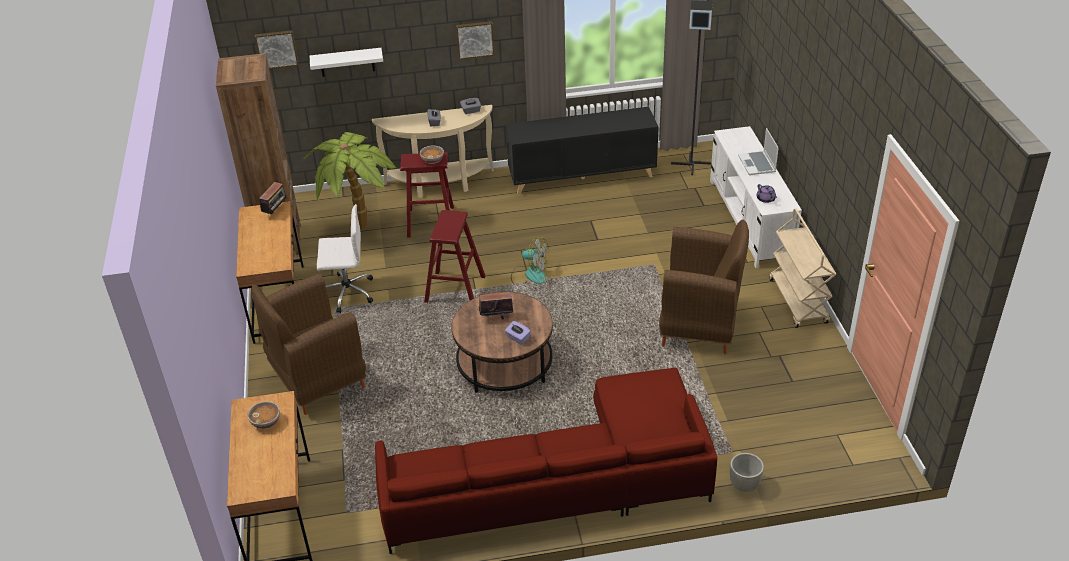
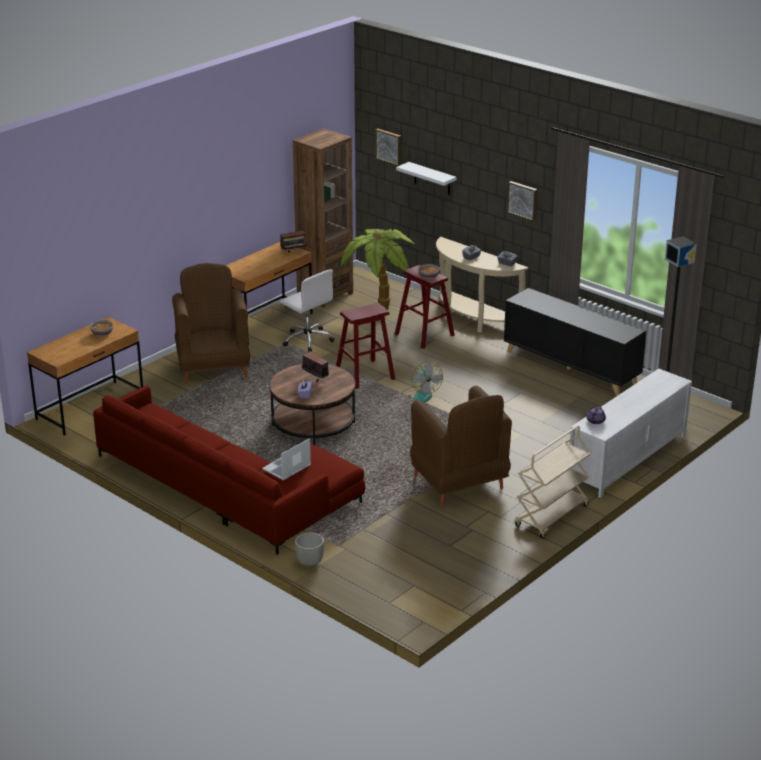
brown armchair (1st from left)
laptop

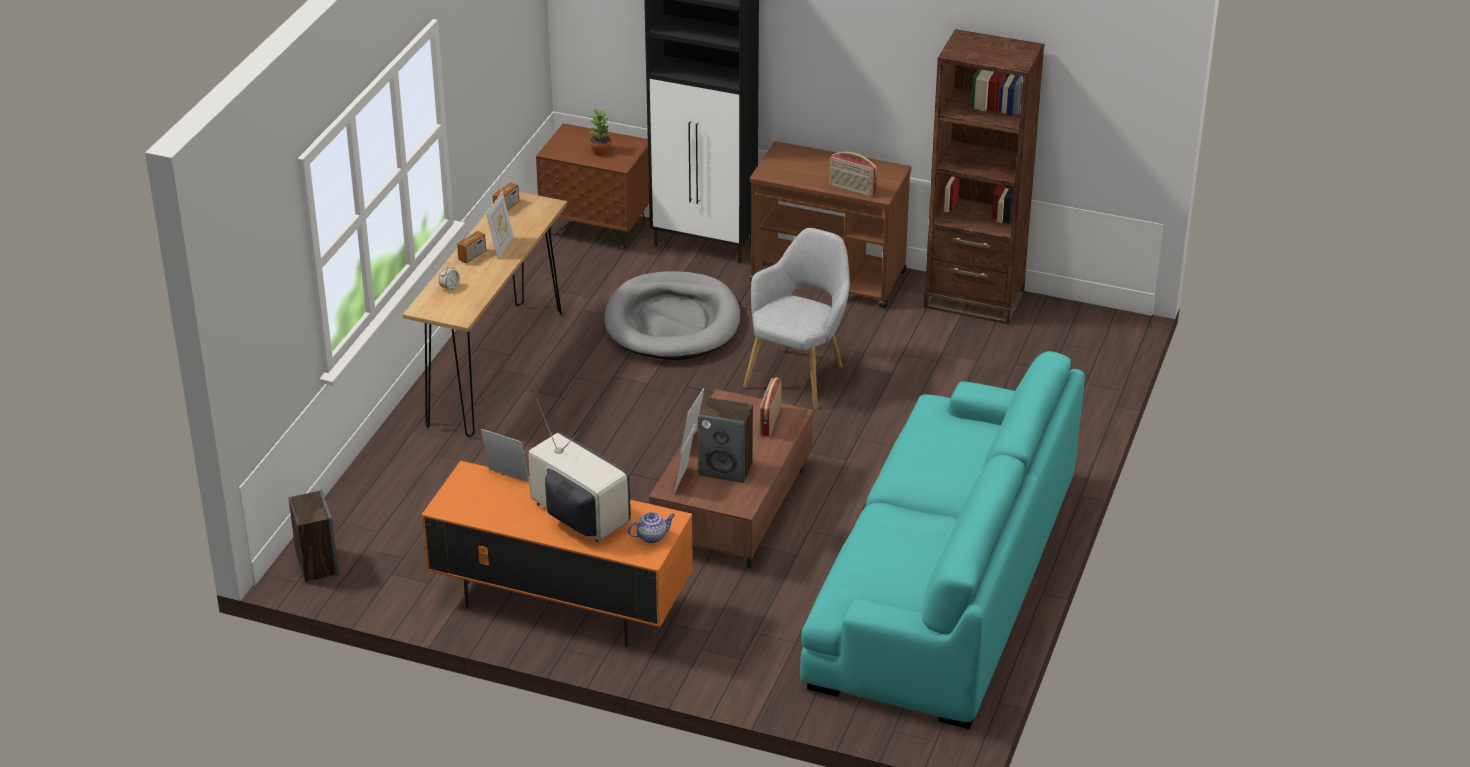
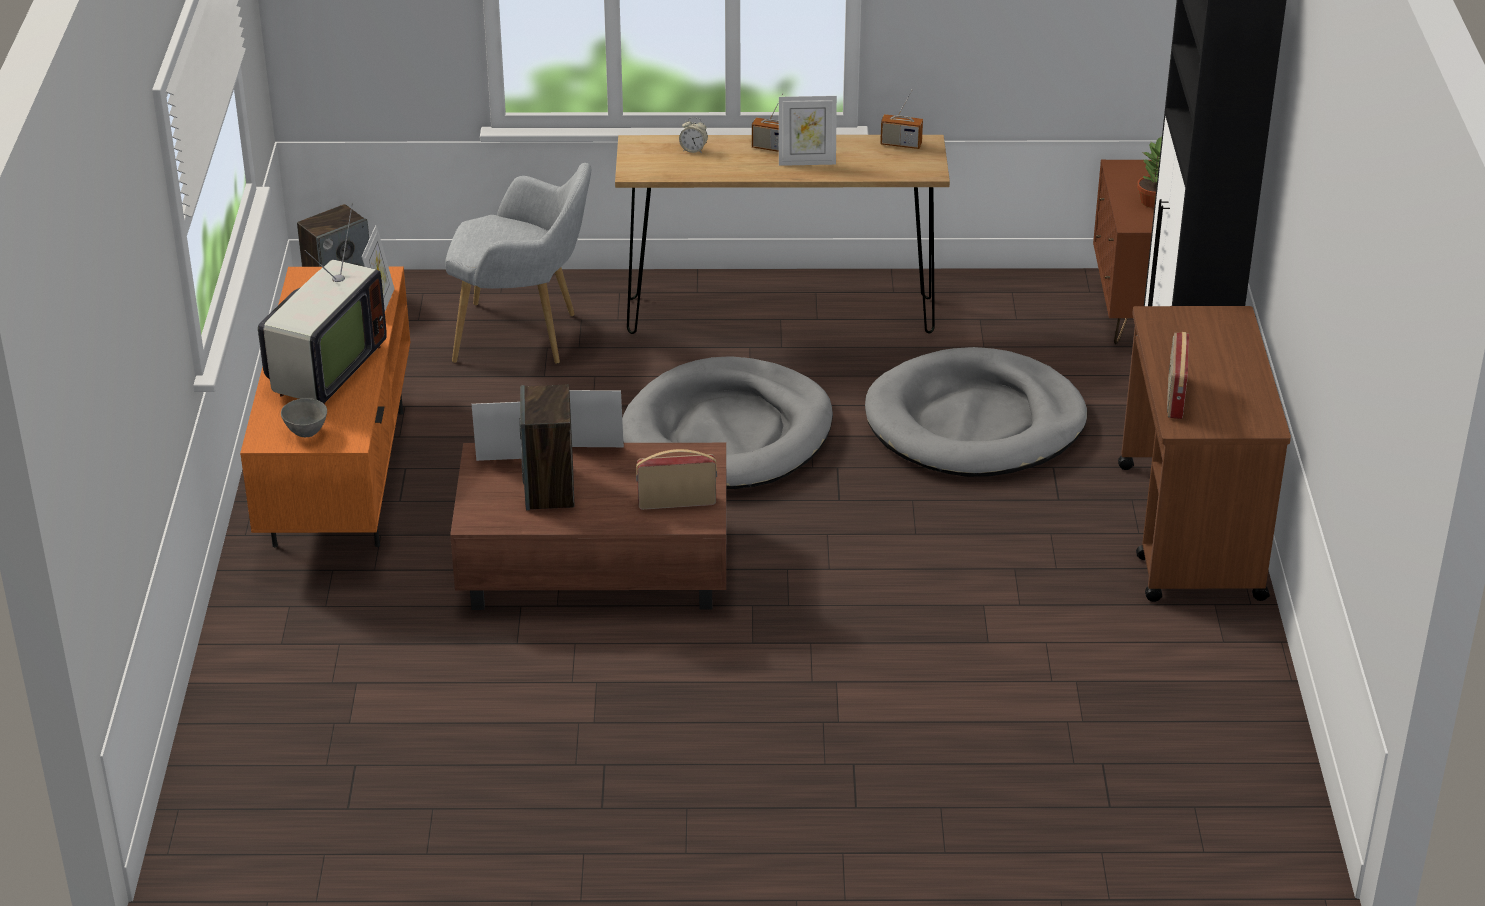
grey bowl
grey armchair
grey dog bed (1st from left)
turquoise sofa
brown bookcase

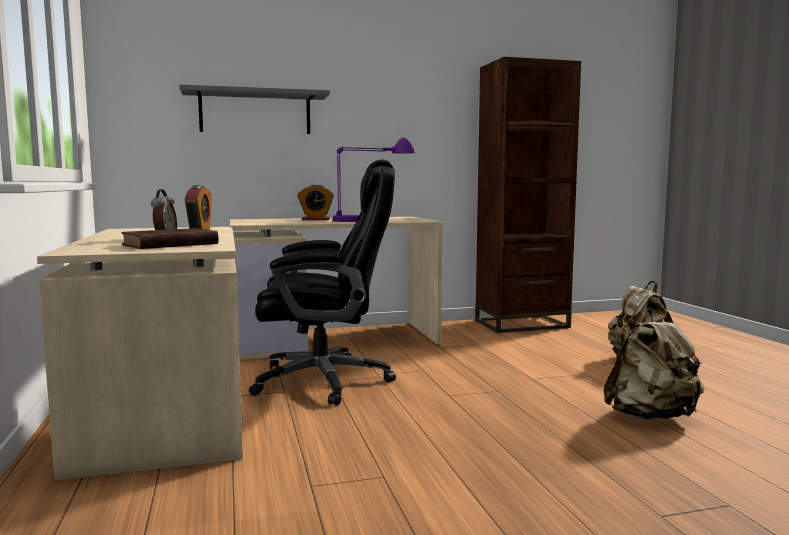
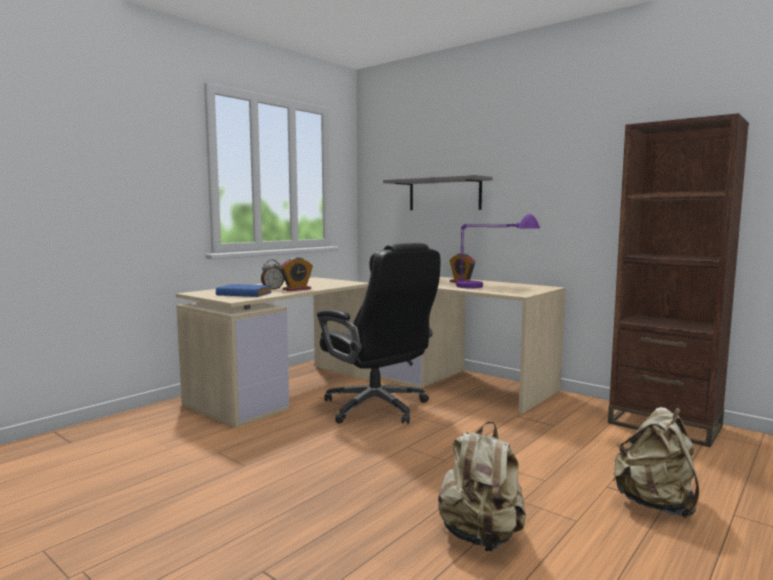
blue book

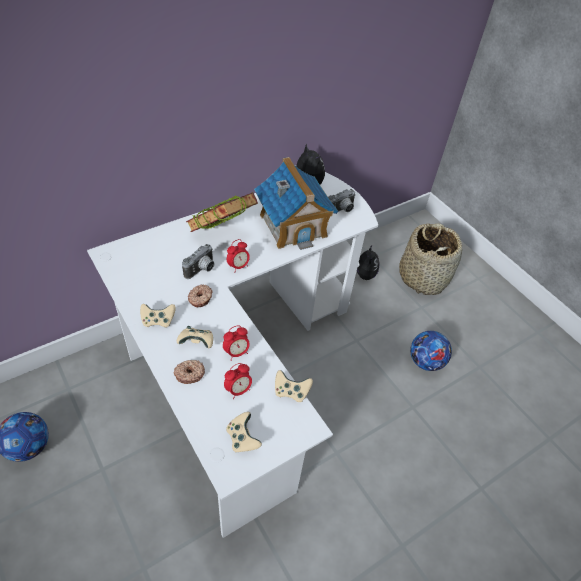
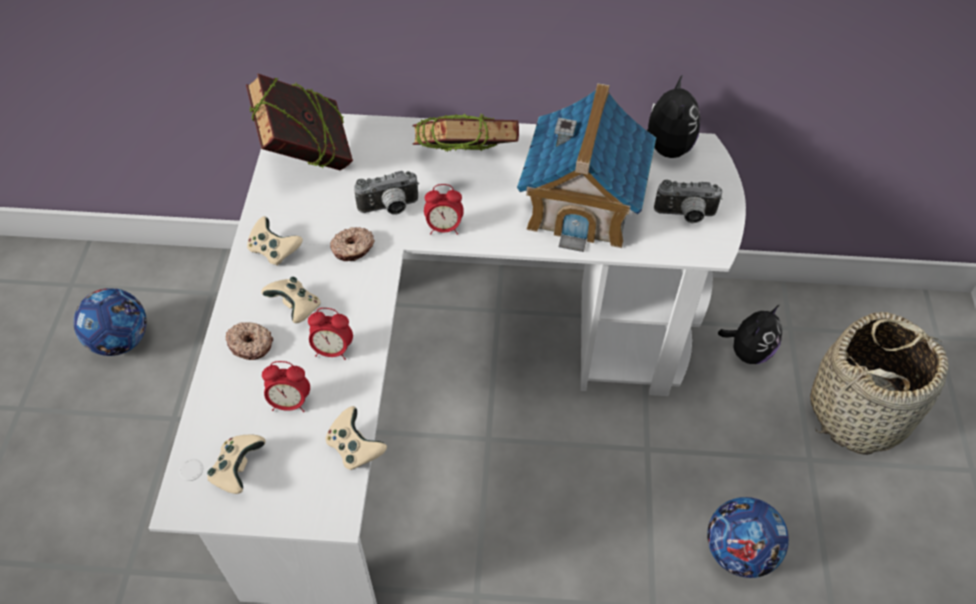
book (1st from left)

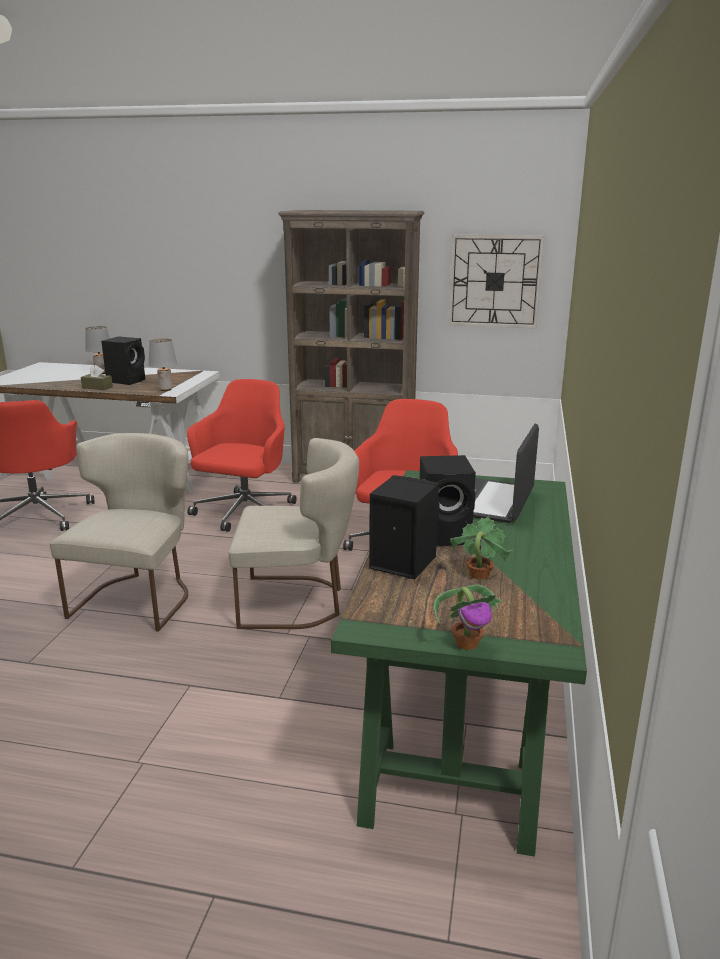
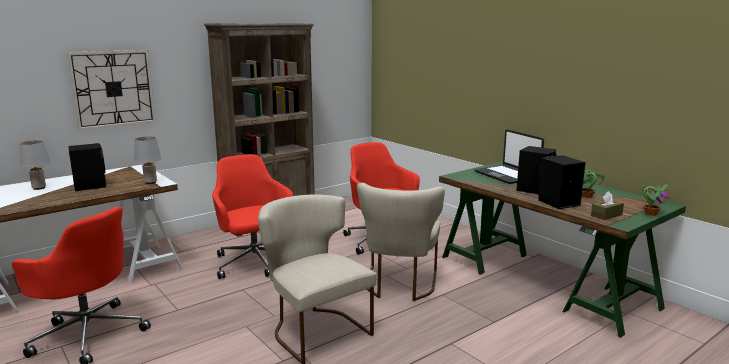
wall clock
beige chair (2nd from left)
brown tissue box

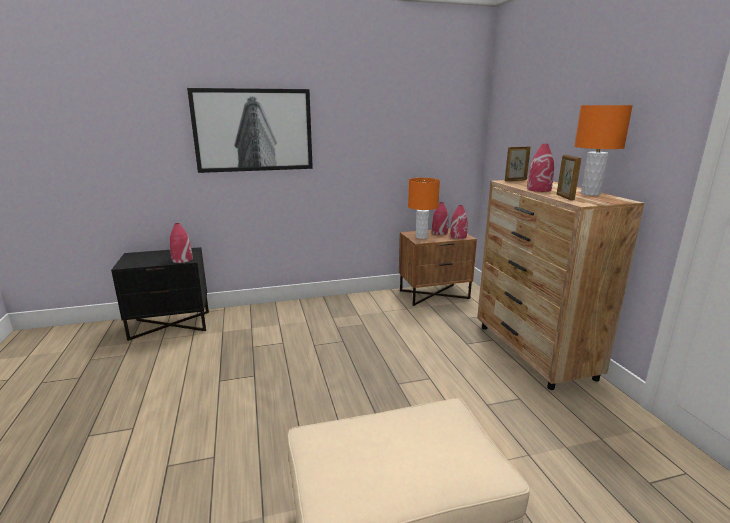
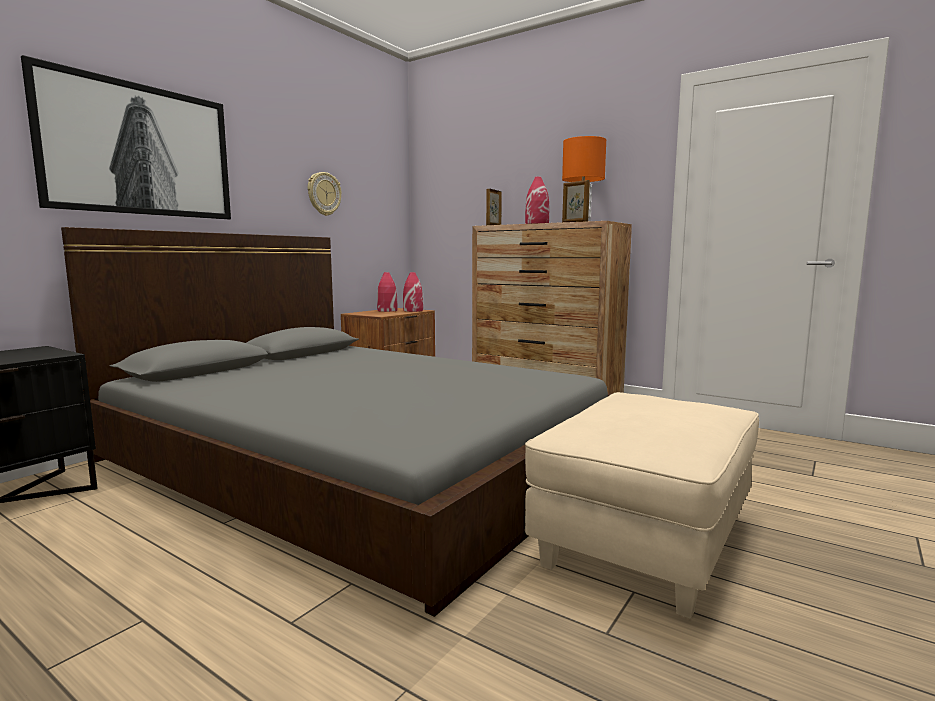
grey bed
wall clock
red vase (1st from left in the first image)
orange table lamp (1st from left in the first image)

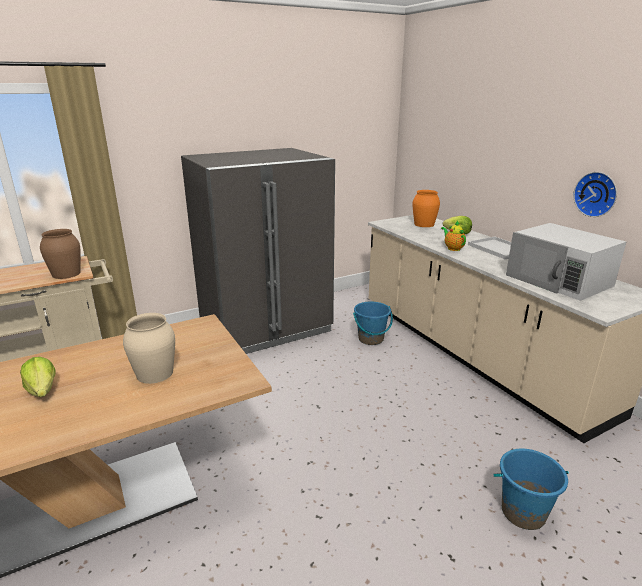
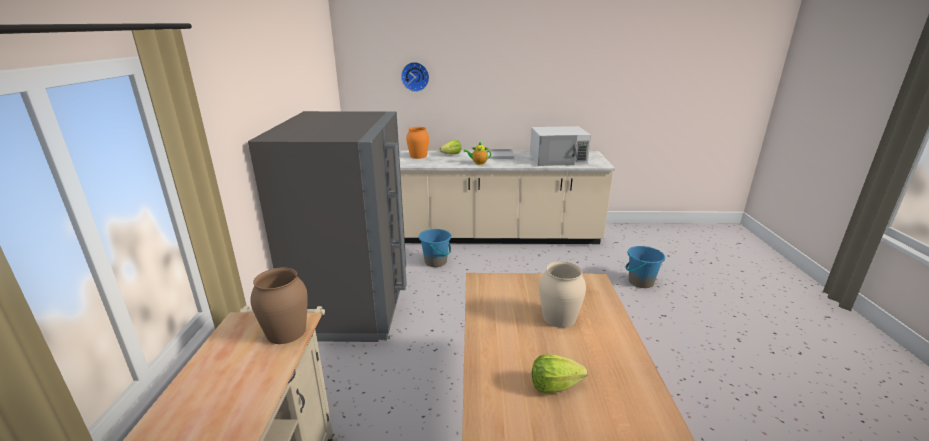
wall clock

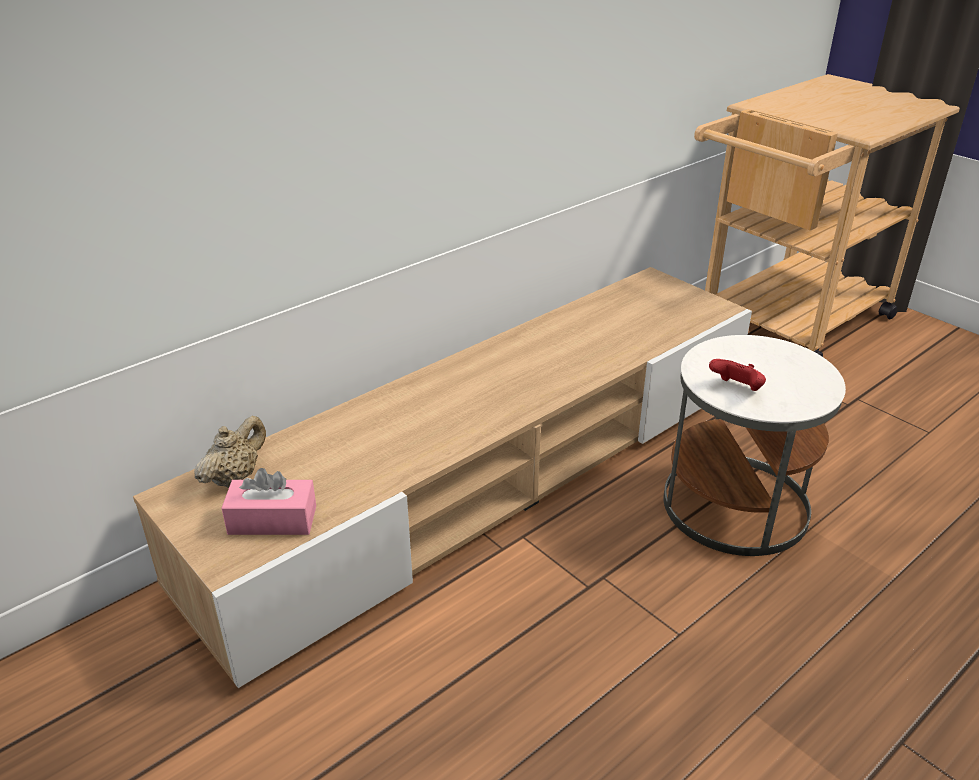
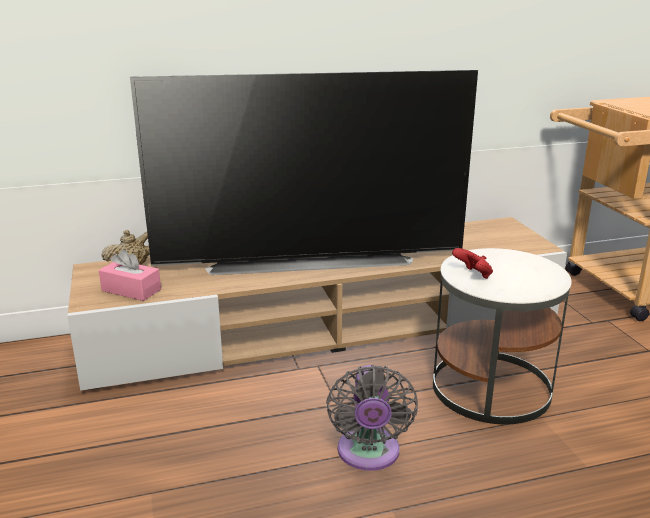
television
grey fan

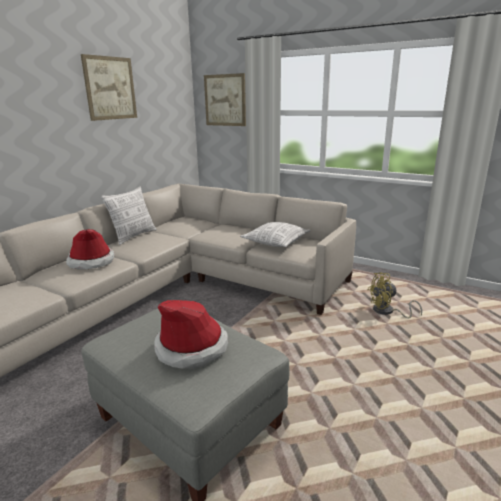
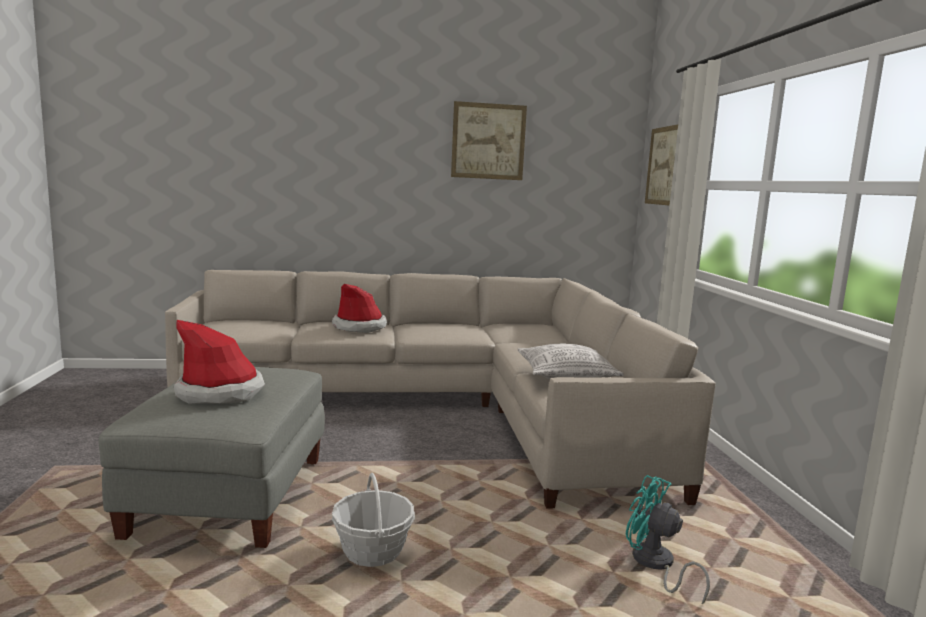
basket
turquoise fan
pillow (1st from left in the first image)

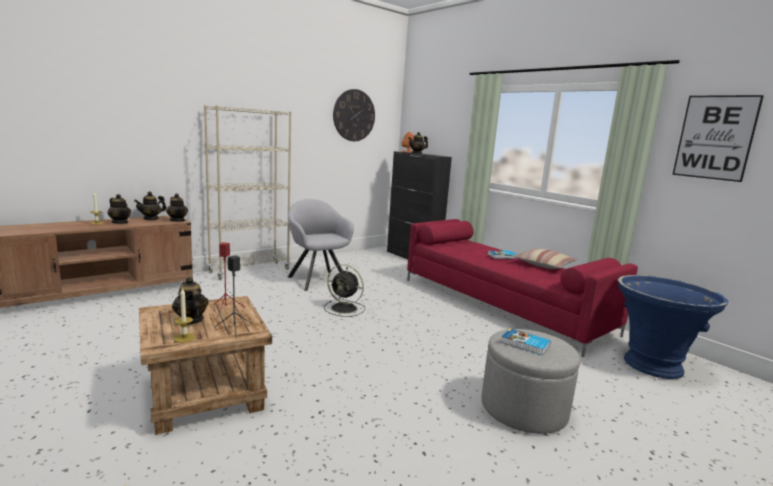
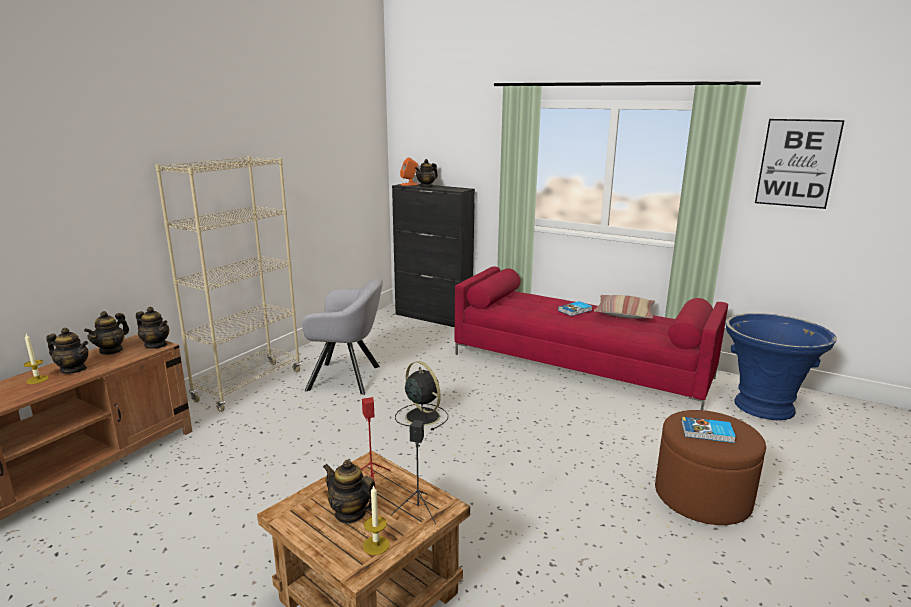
grey armchair
black fan
brown ottoman
wall clock

